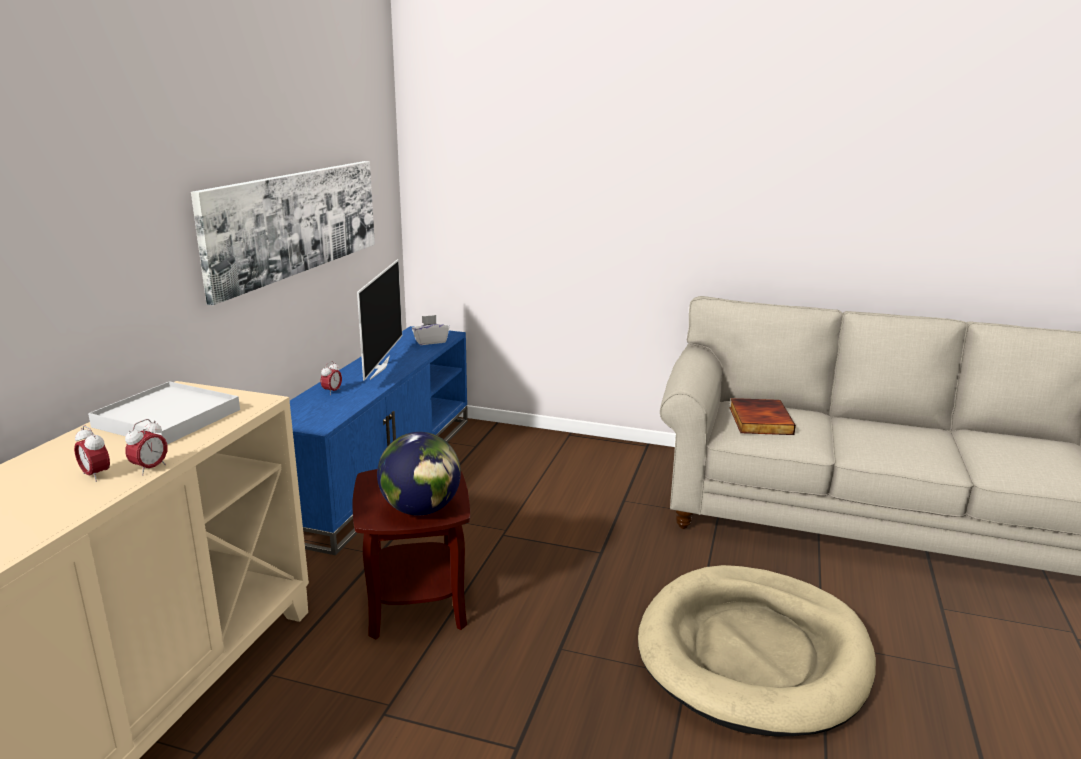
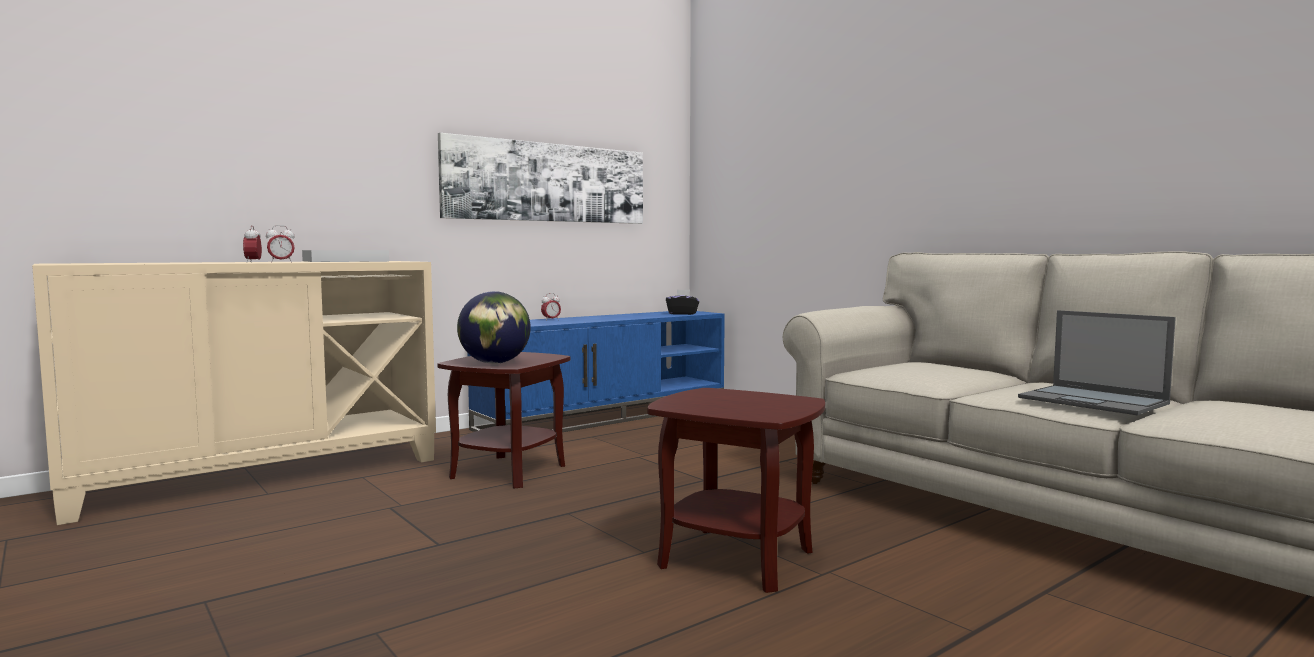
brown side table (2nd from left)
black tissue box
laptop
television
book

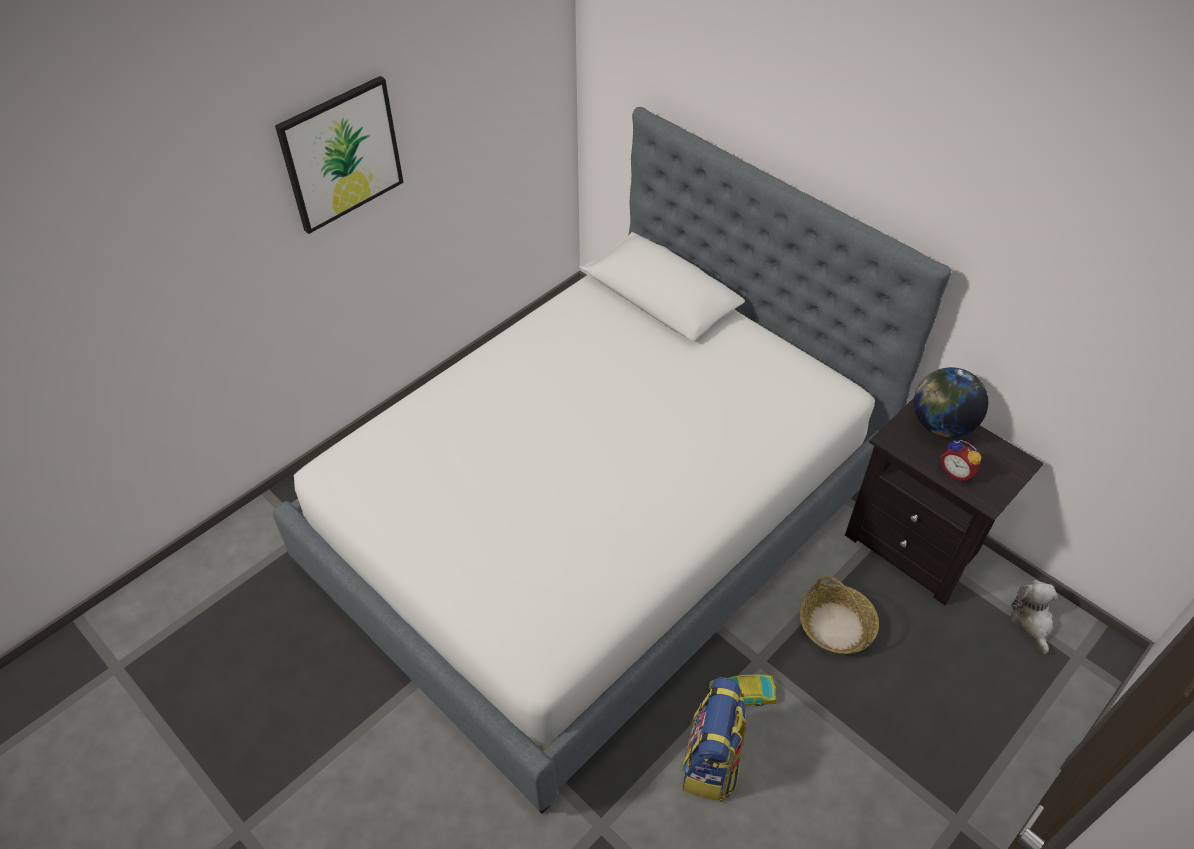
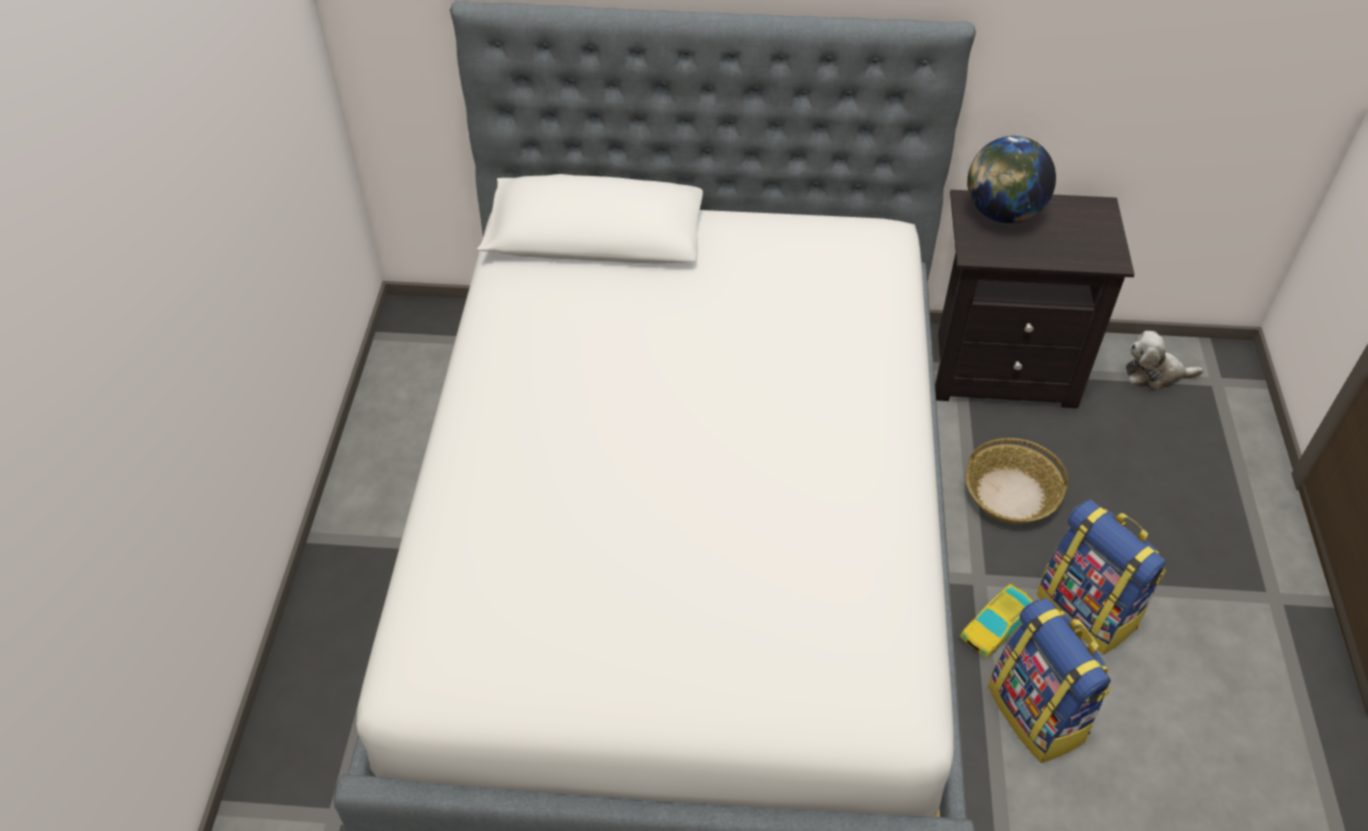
backpack (2nd from left)
plush toy
picture
alarm clock

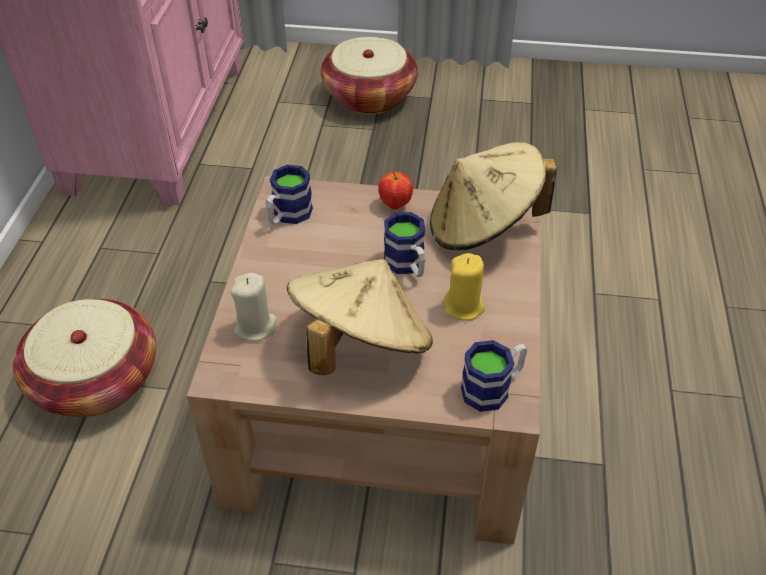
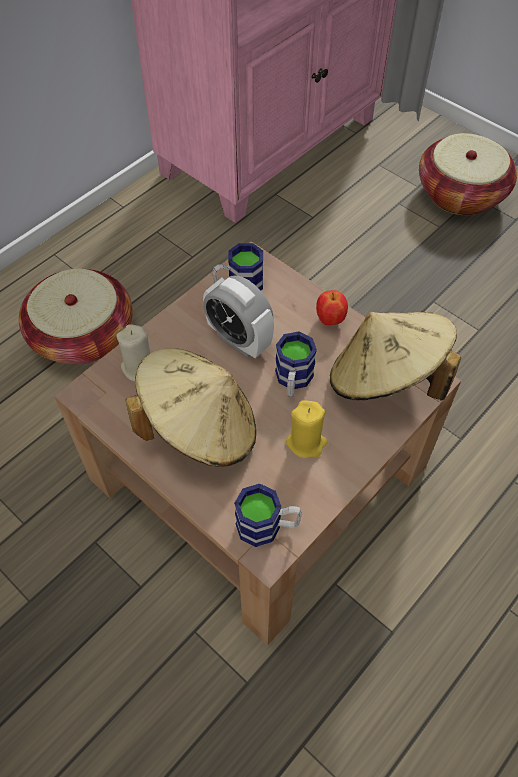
alarm clock

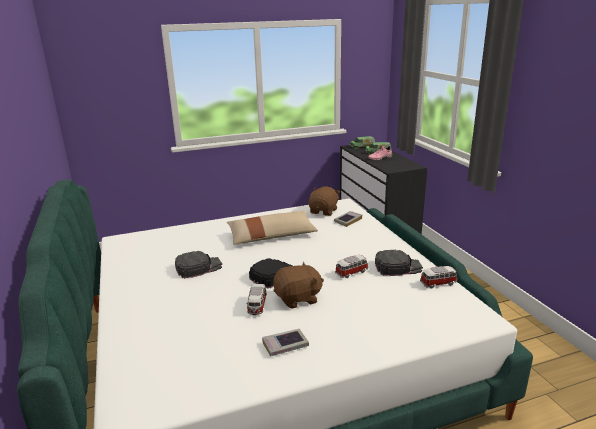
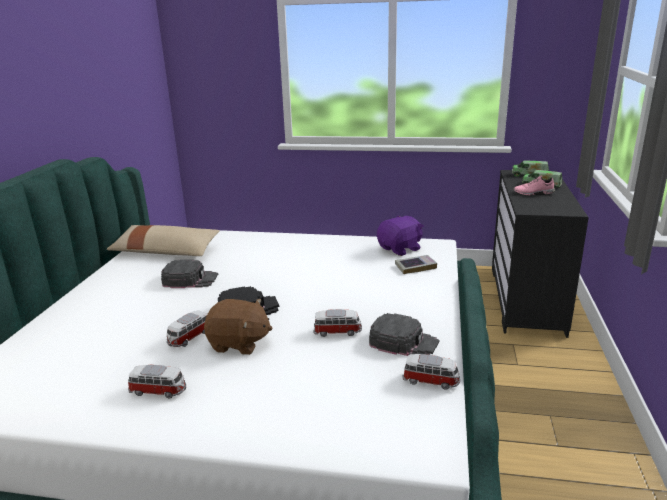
beige pillow
toy car (1st from left)
purple plush toy

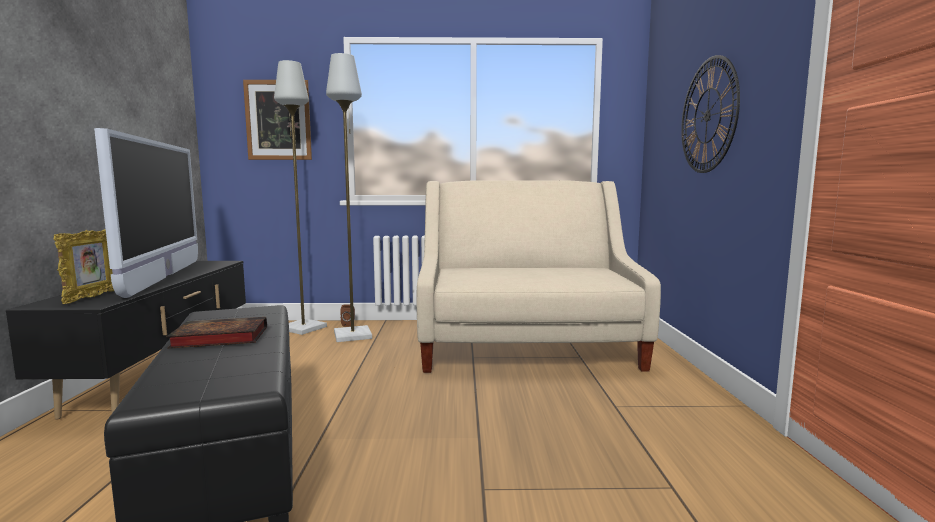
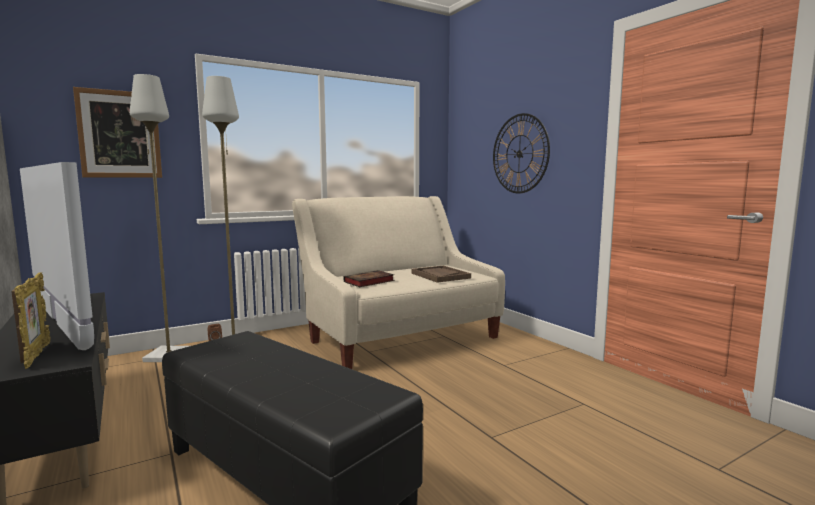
book
brown tray

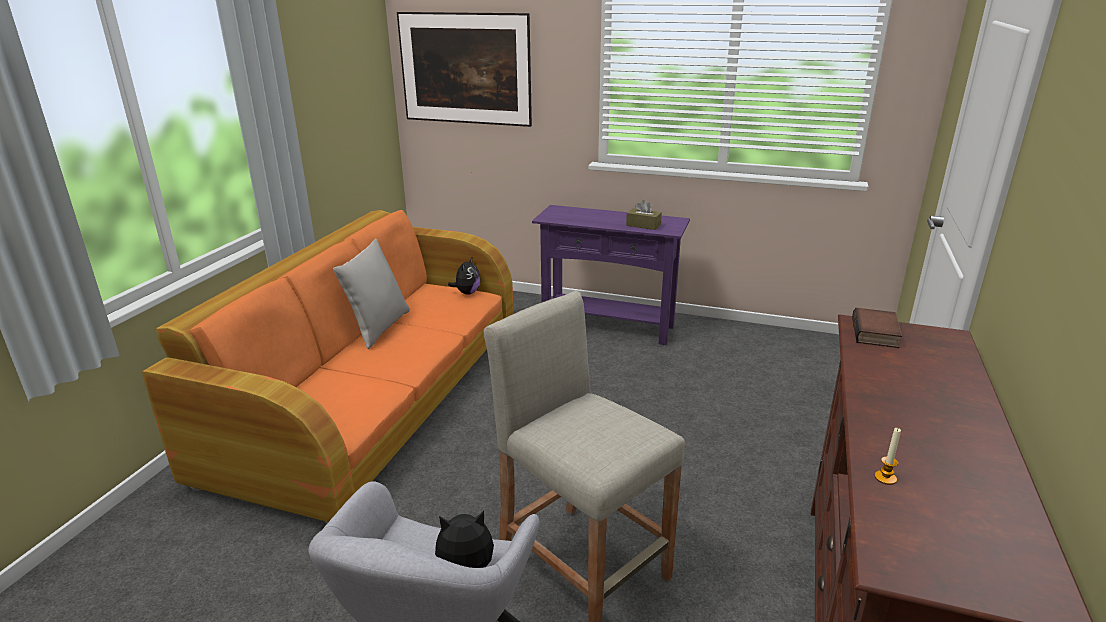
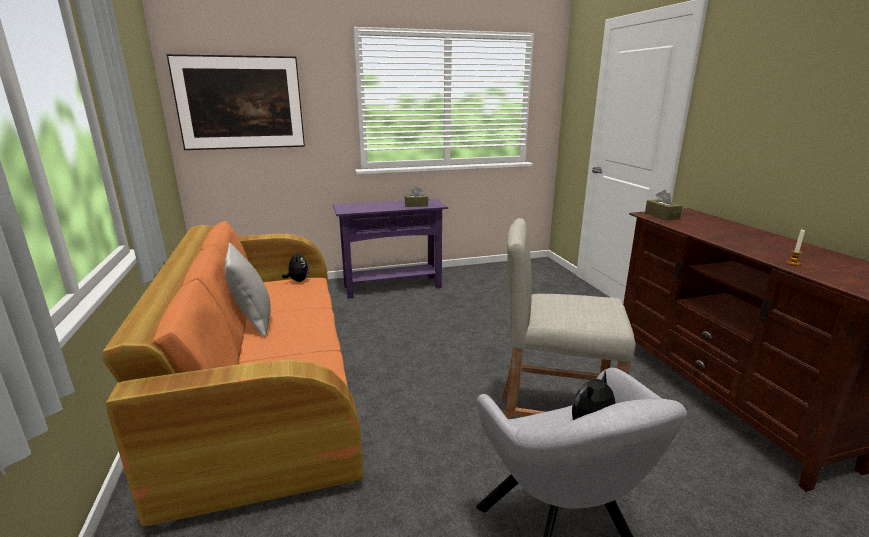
brown tissue box (2nd from left)

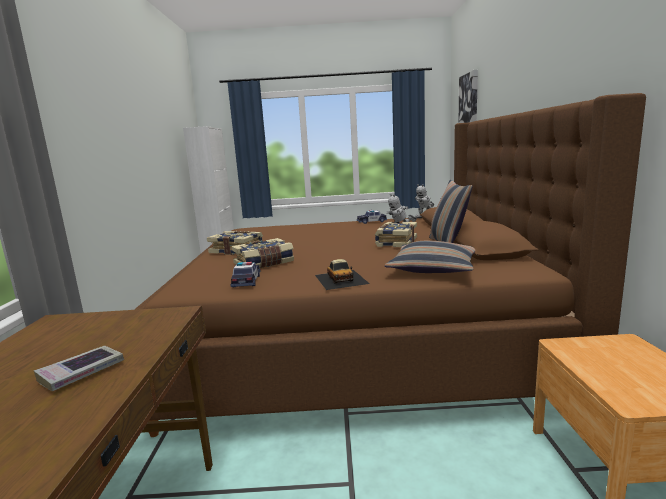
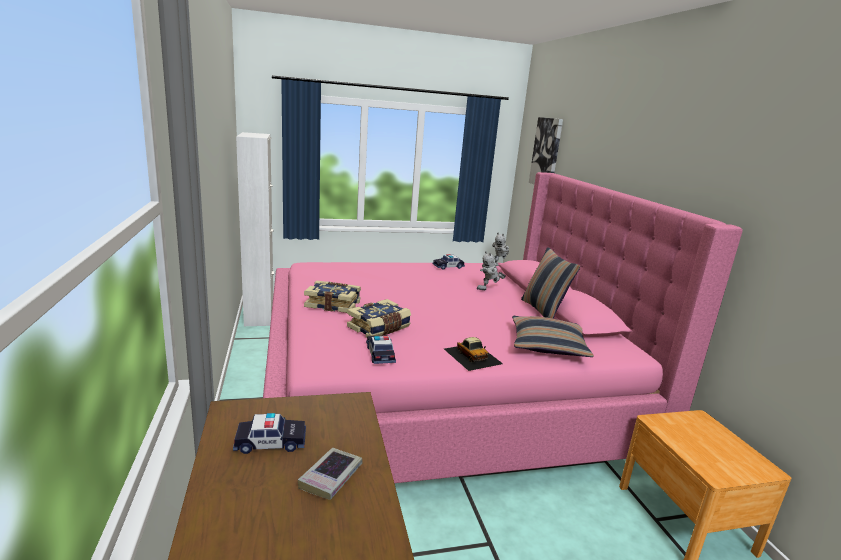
toy car (1st from left)
pink bed
book (4th from left in the first image)

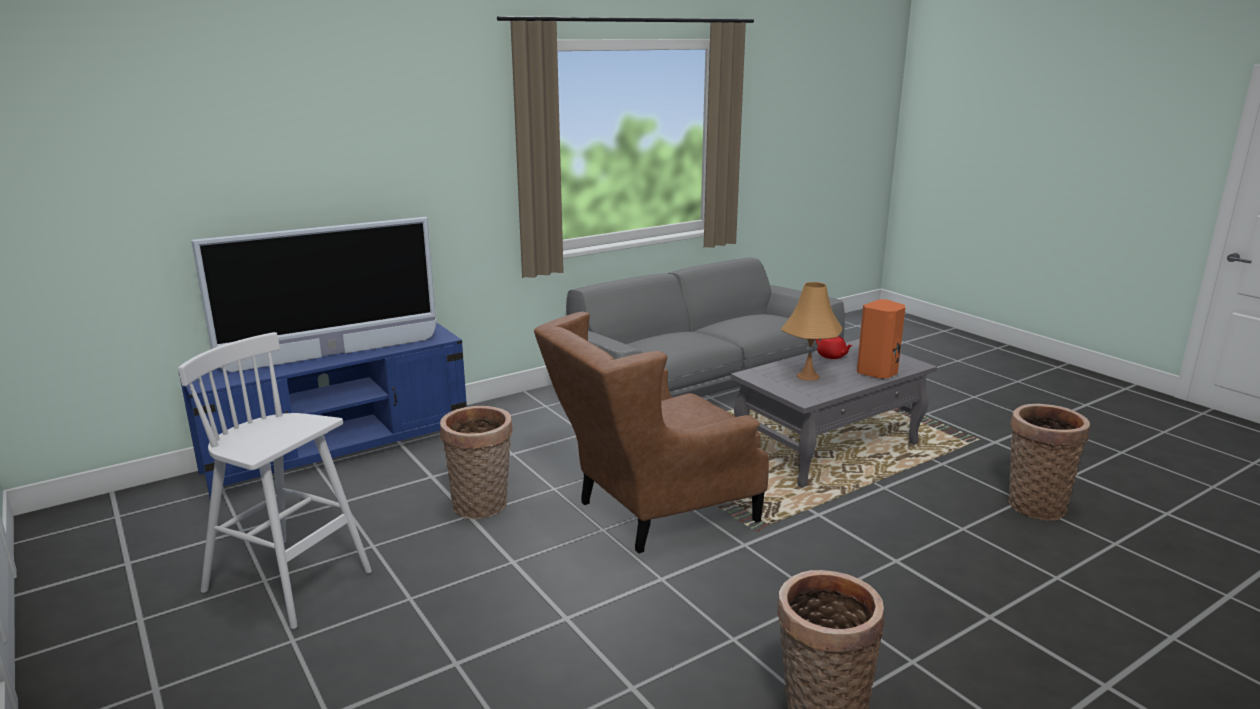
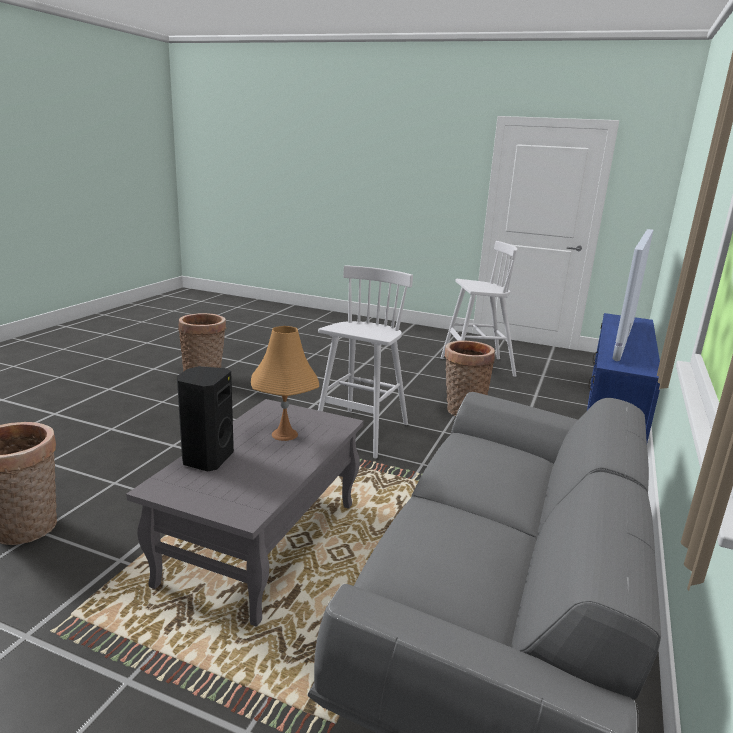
black speaker
white stool (1st from left)
red teapot

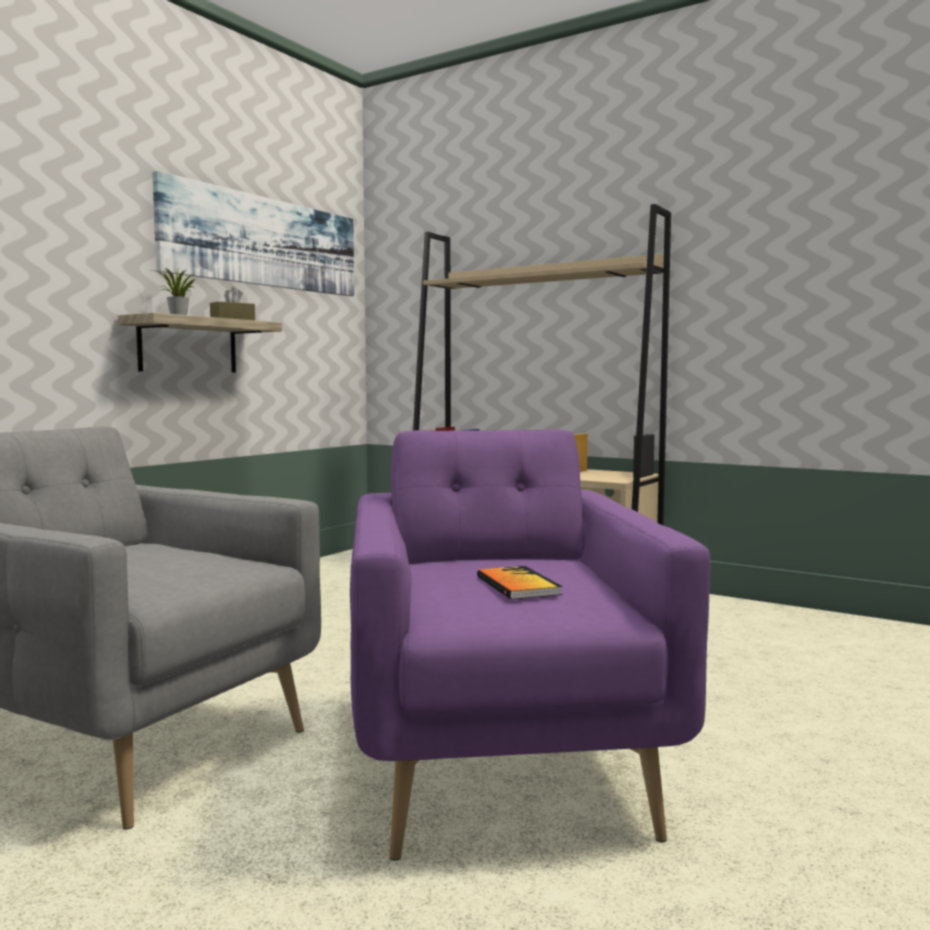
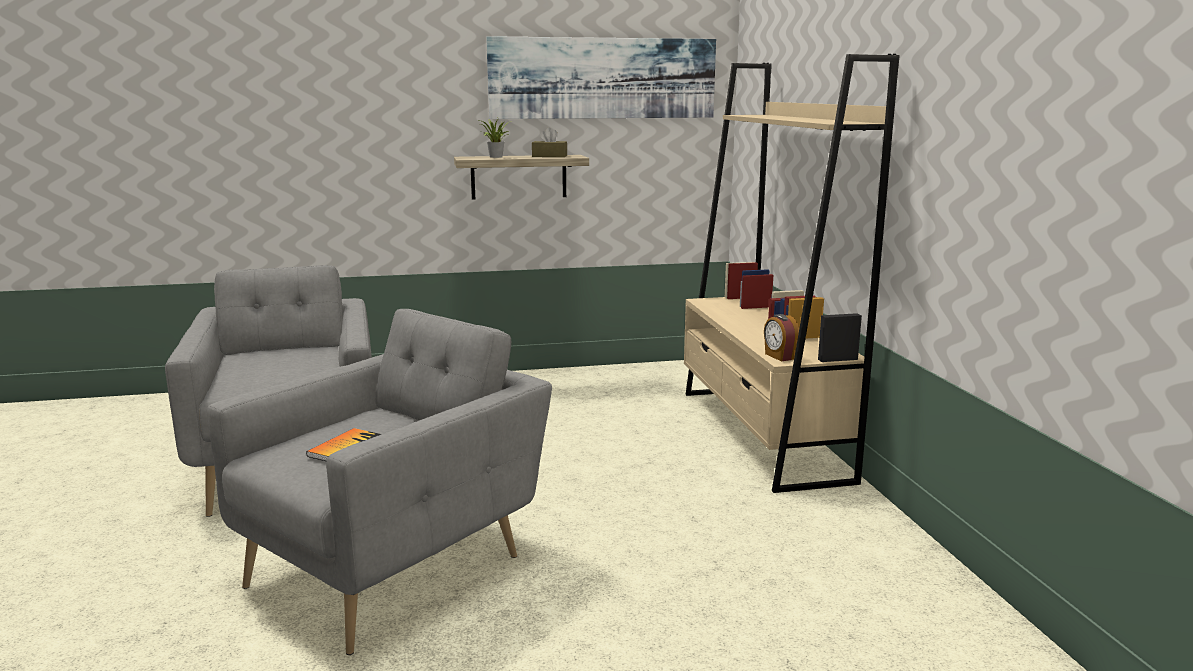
grey armchair (2nd from left)
alarm clock

